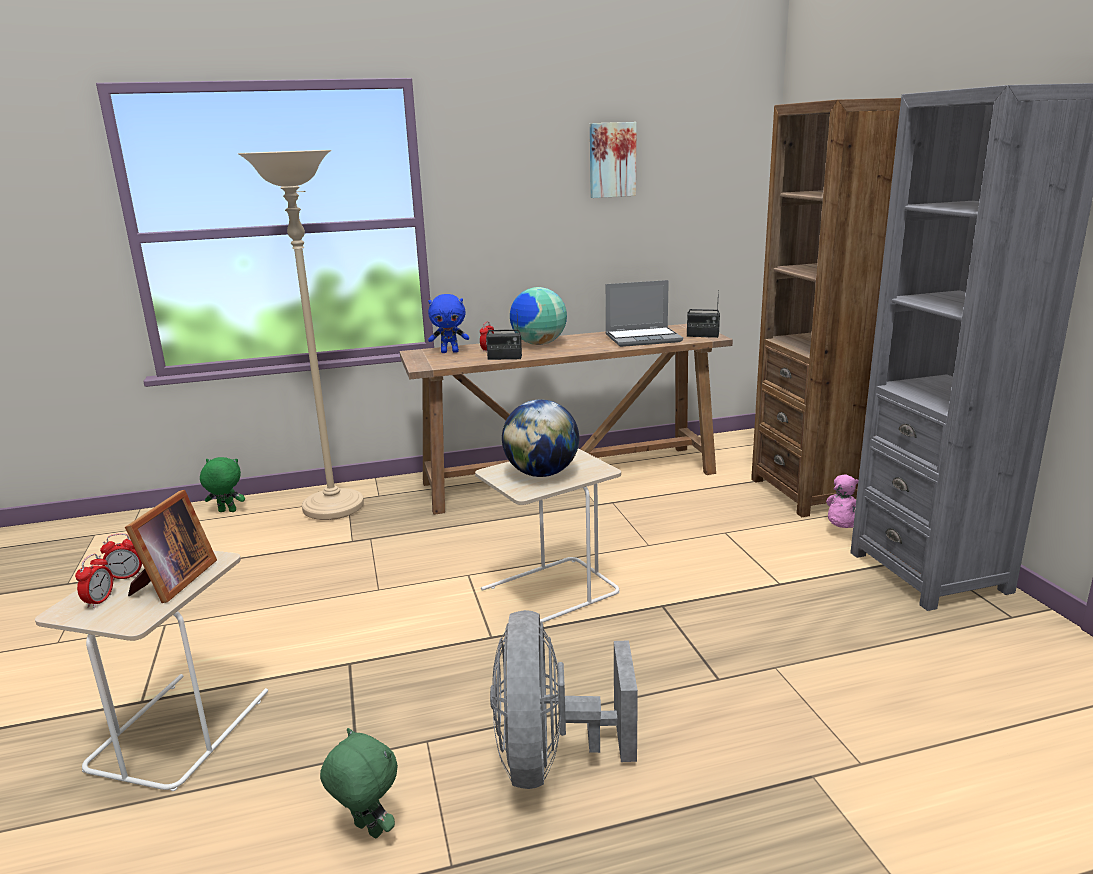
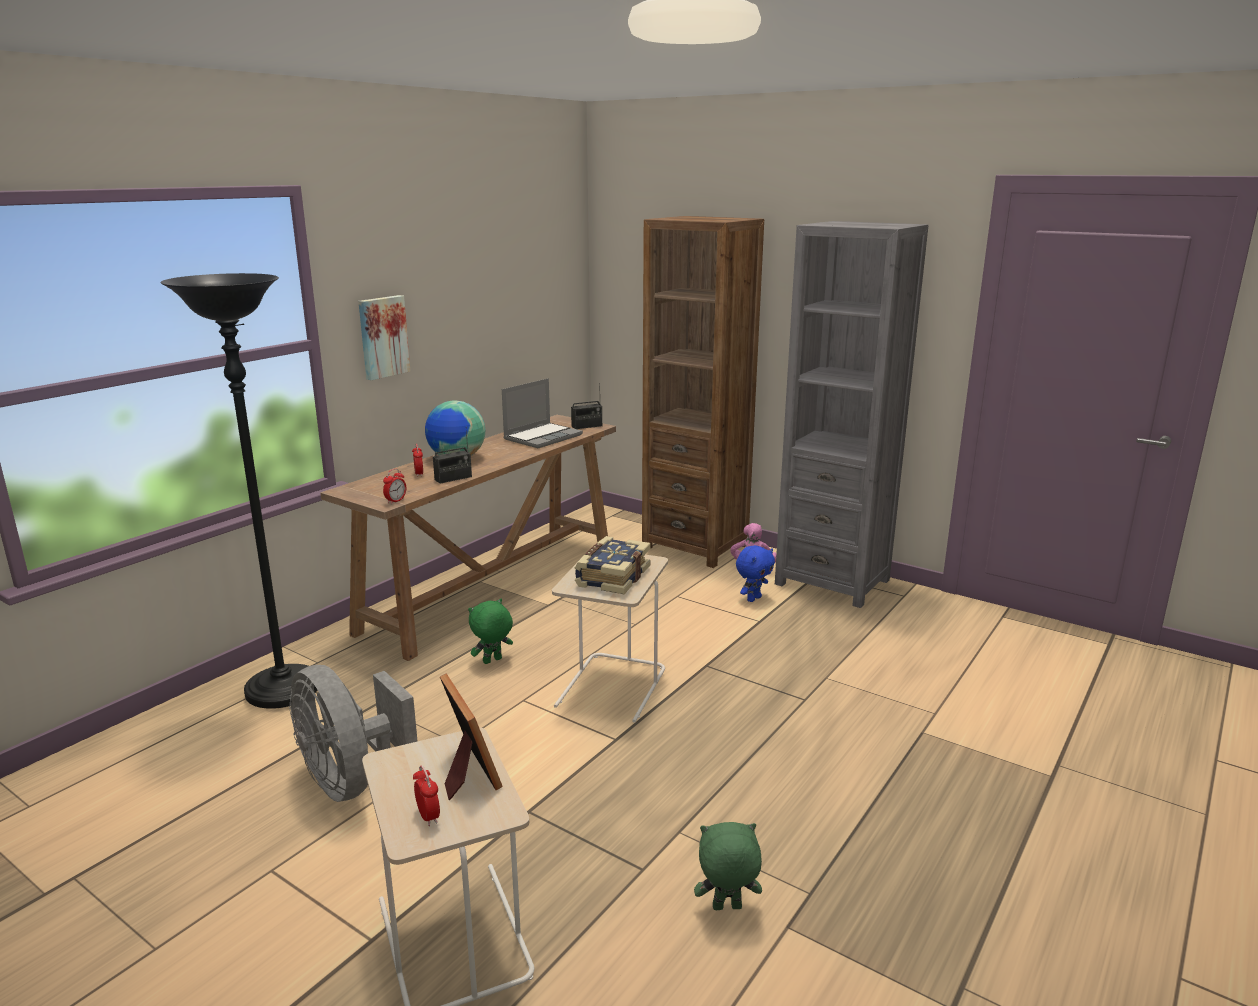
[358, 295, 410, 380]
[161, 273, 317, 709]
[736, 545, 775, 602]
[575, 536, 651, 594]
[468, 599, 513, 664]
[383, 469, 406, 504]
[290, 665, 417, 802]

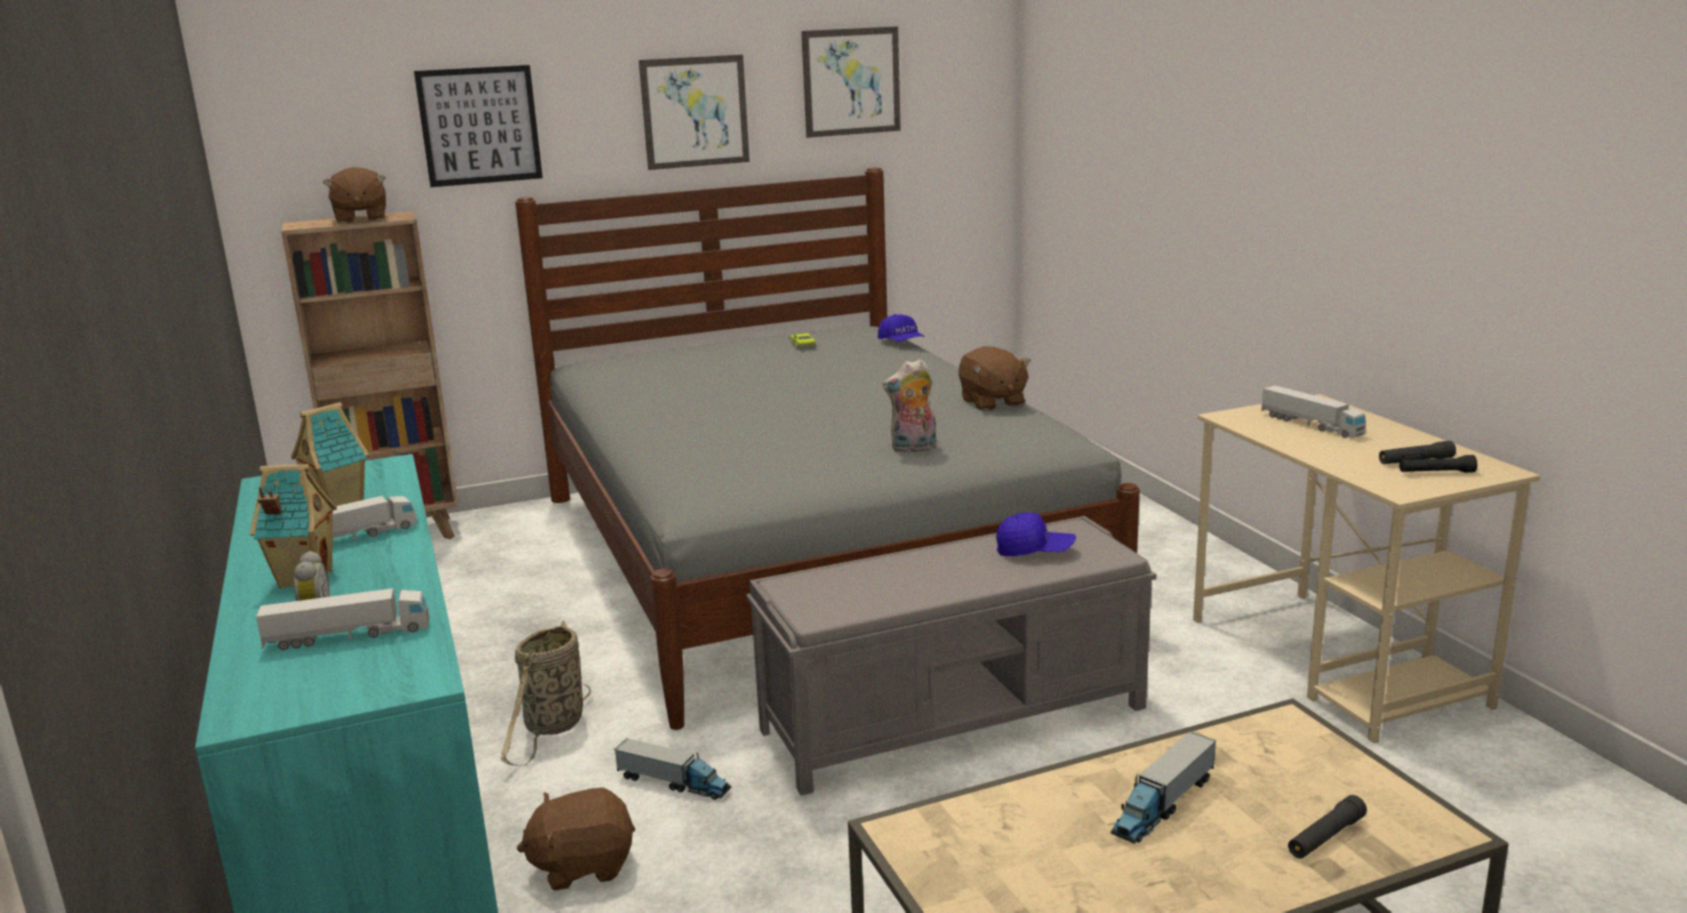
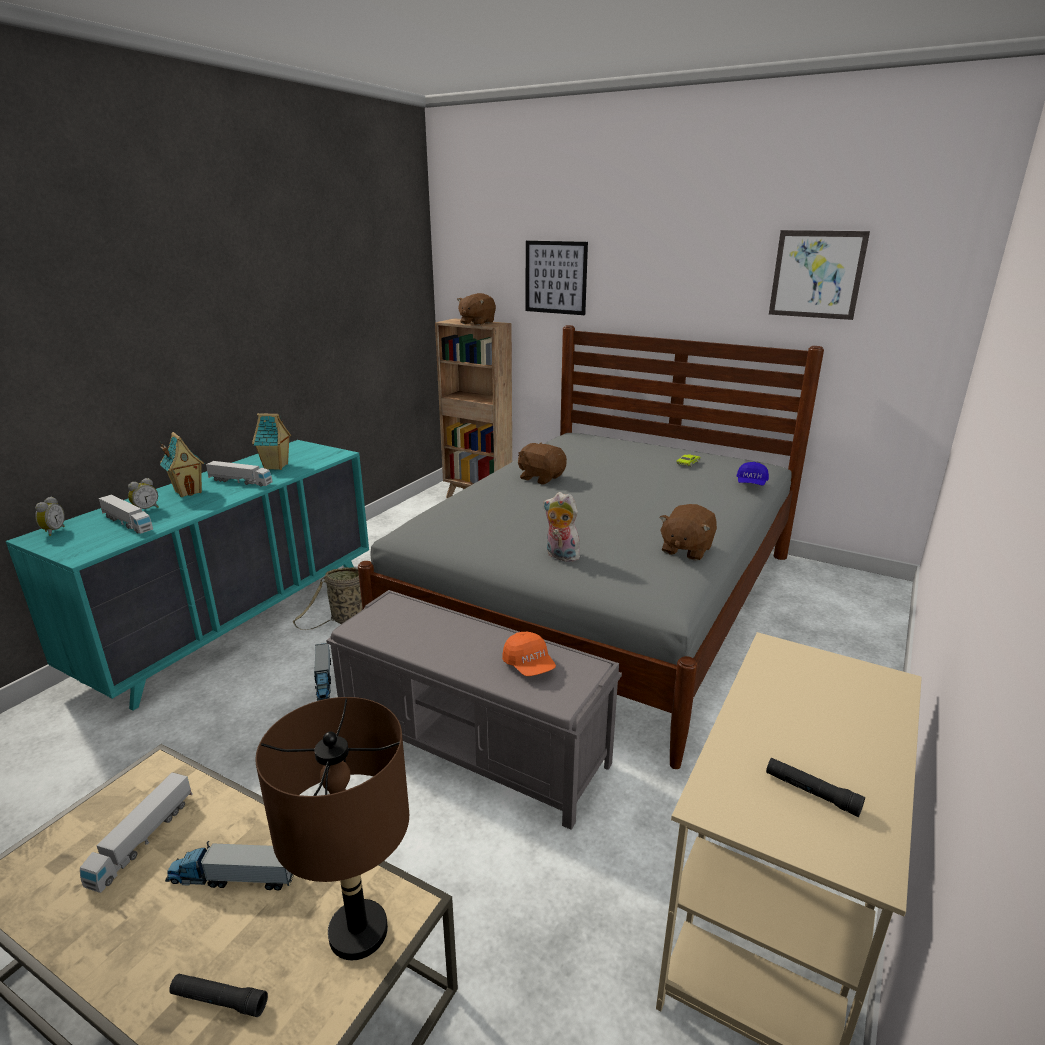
[639, 55, 750, 170] (first image)
[80, 772, 193, 893]
[1399, 455, 1477, 473] (first image)
[502, 631, 556, 676]
[518, 442, 567, 485]
[35, 496, 65, 536]
[255, 697, 409, 960]

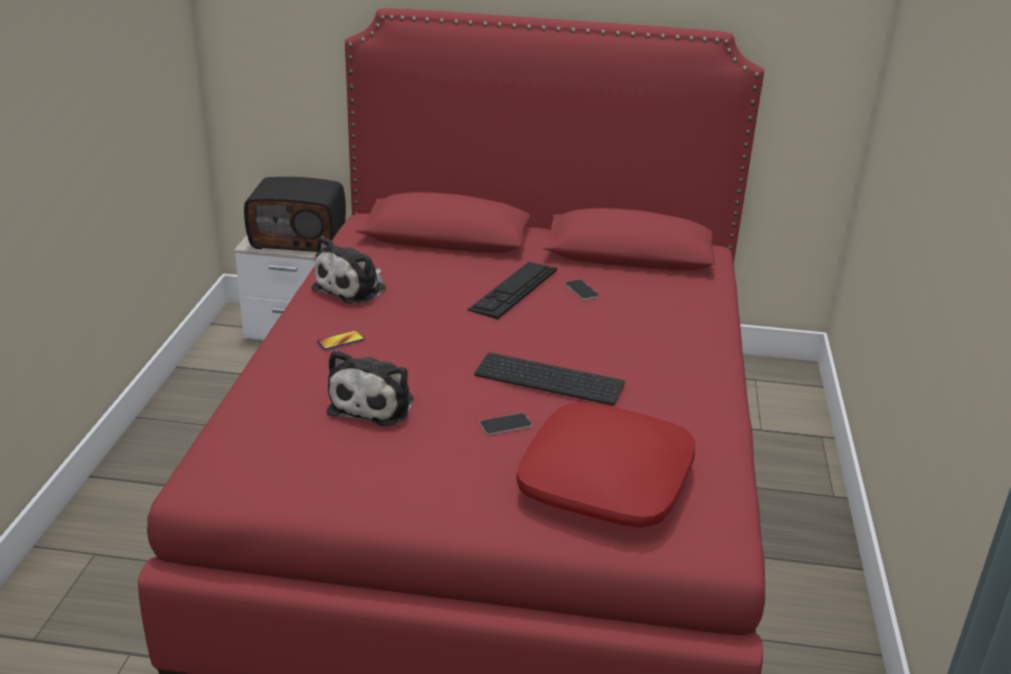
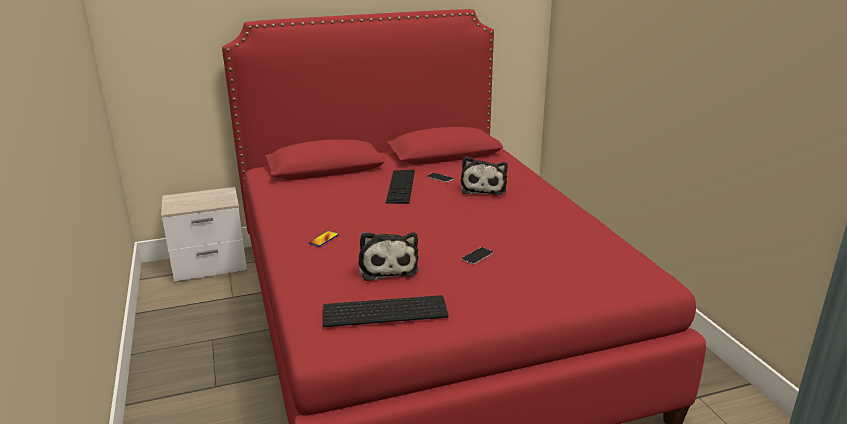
[244, 177, 346, 252] (first image)
[461, 156, 508, 195]
[323, 295, 449, 327]
[516, 402, 695, 528] (first image)

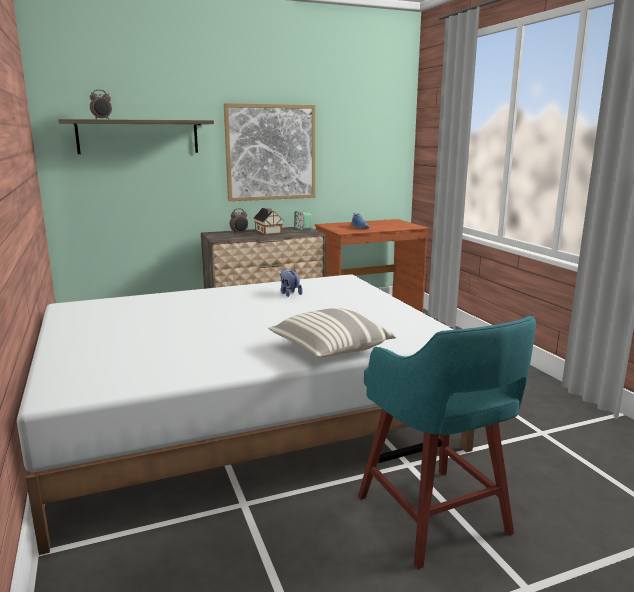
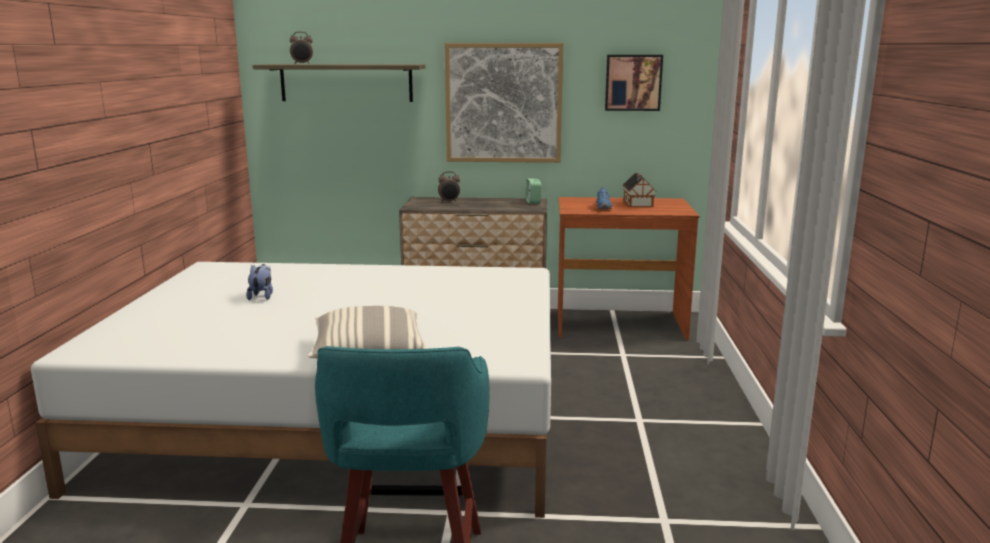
[623, 173, 657, 207]
[246, 264, 273, 300]
[605, 55, 663, 111]

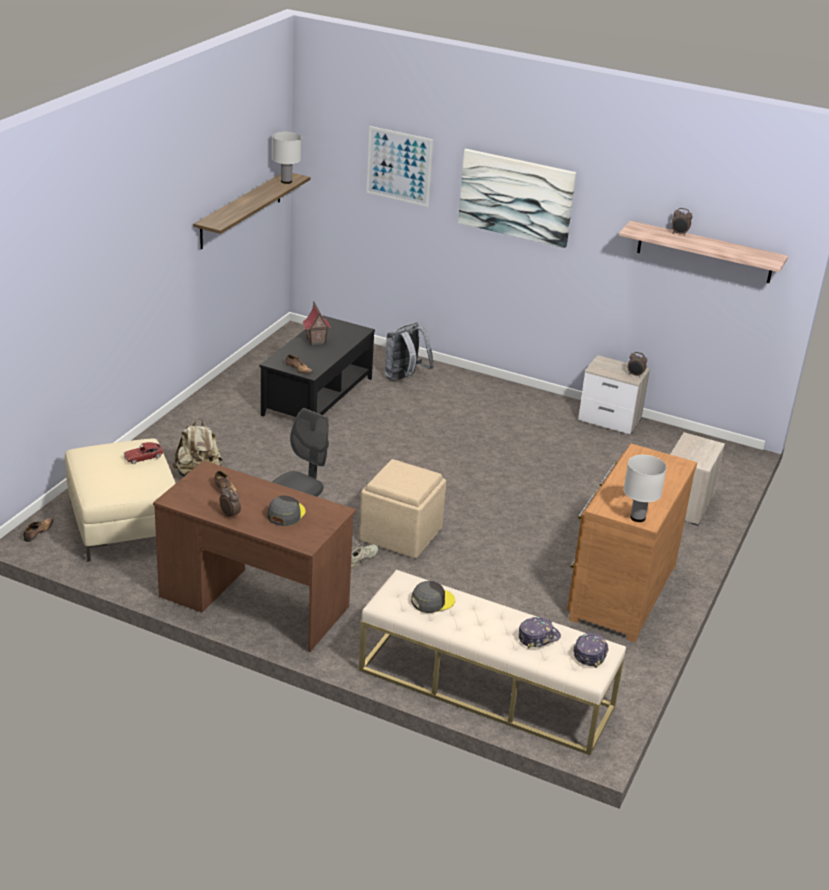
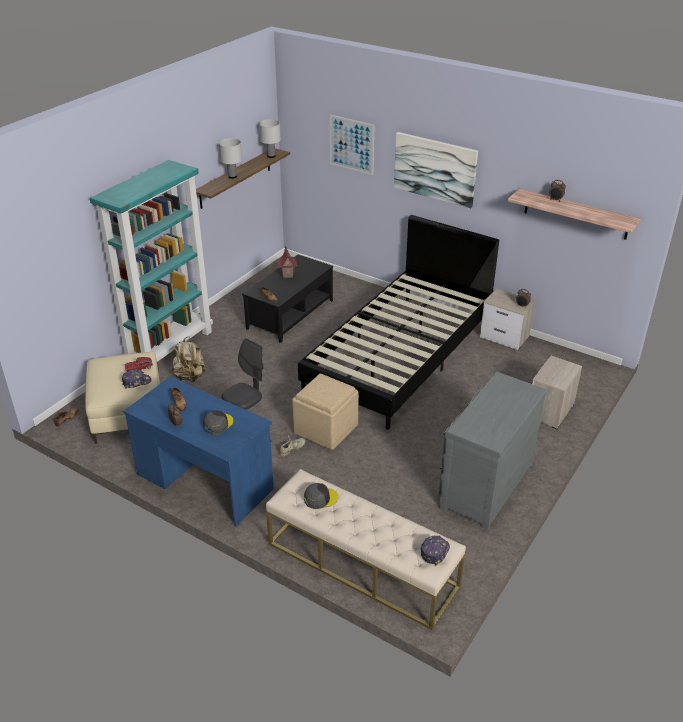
[384, 322, 434, 381] (first image)
[438, 372, 547, 530]
[219, 138, 242, 179]
[123, 376, 274, 526]
[122, 369, 151, 389]
[90, 160, 213, 362]
[298, 215, 499, 430]

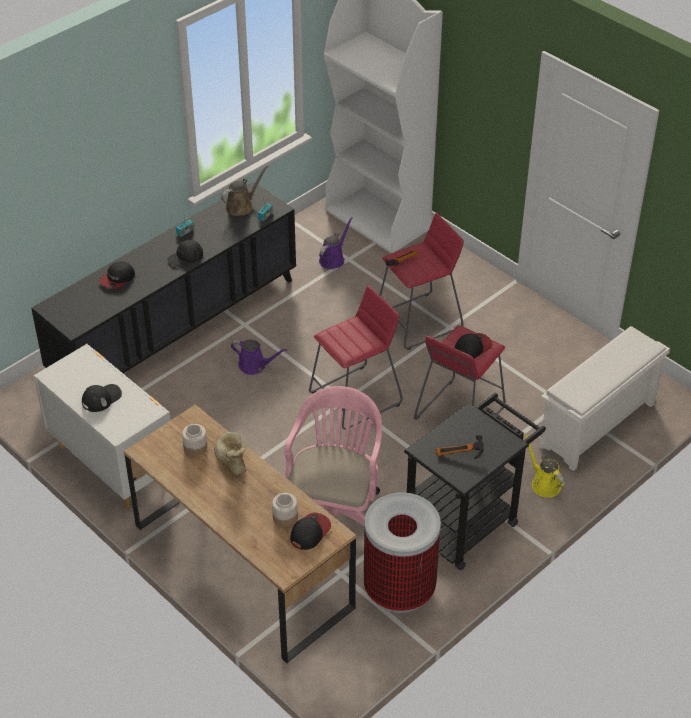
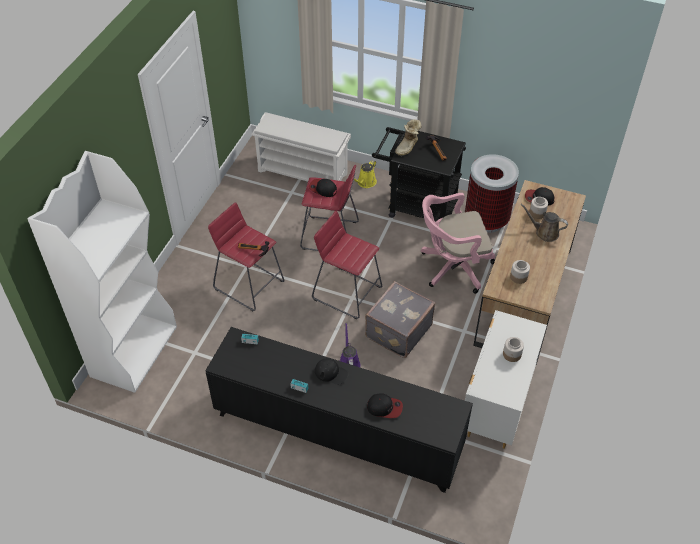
[521, 204, 568, 242]
[319, 217, 353, 269] (first image)
[503, 337, 524, 362]
[395, 119, 422, 156]
[365, 281, 435, 358]

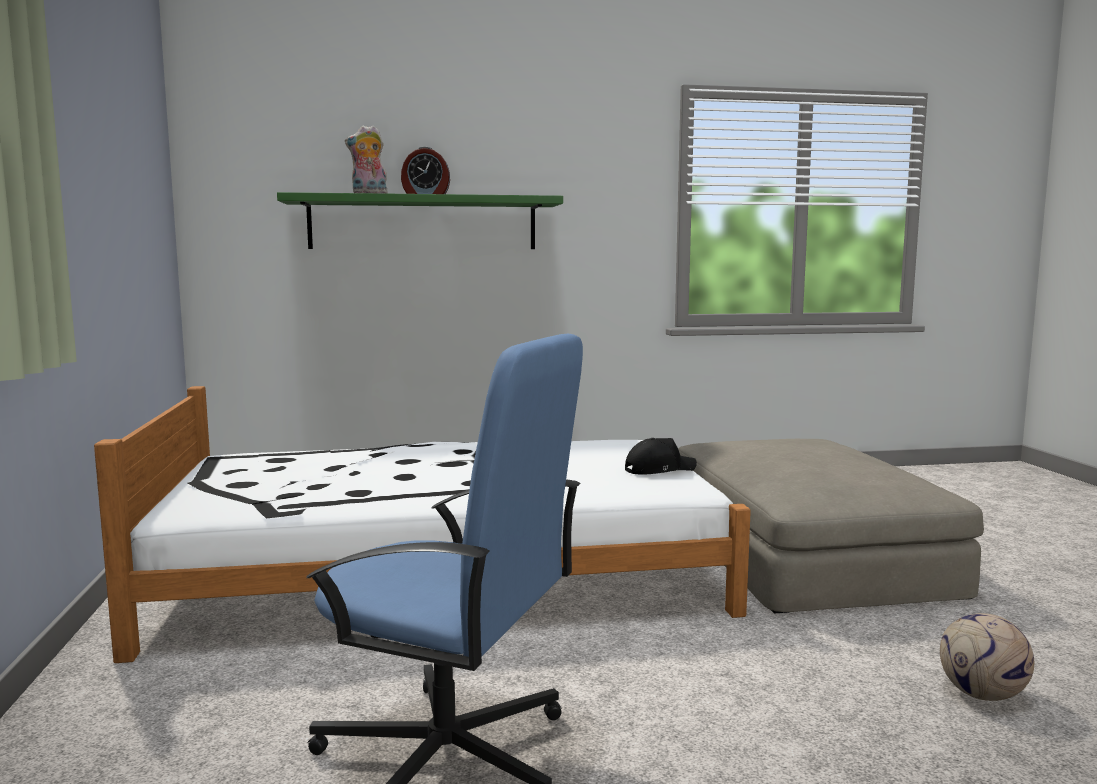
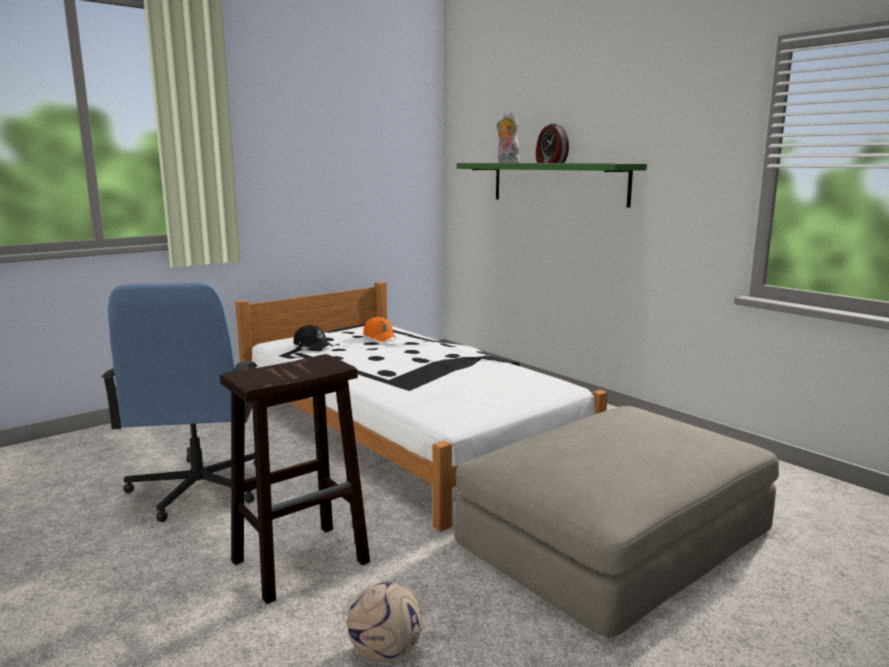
[294, 324, 333, 350]
[363, 316, 396, 342]
[220, 354, 370, 604]

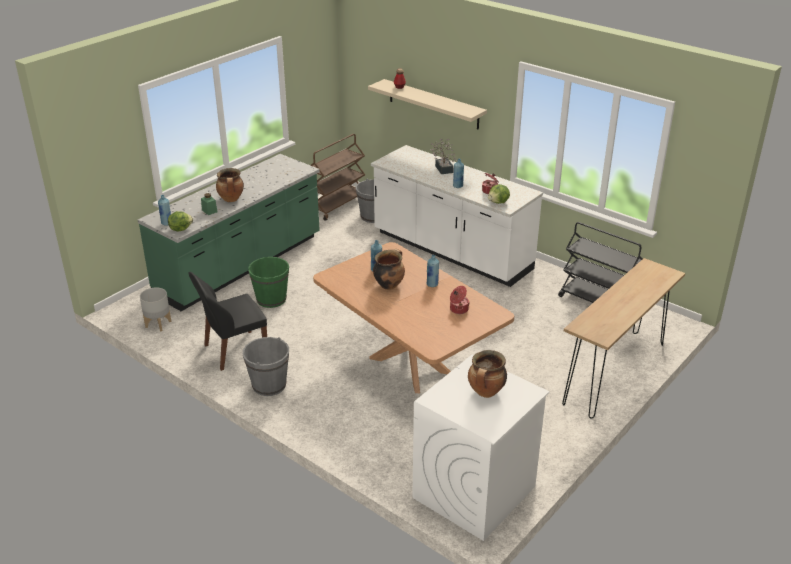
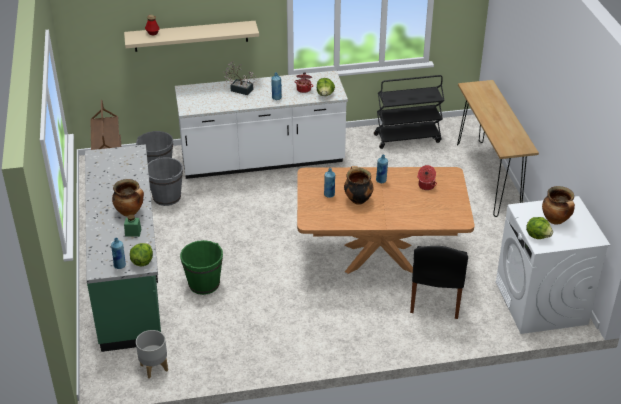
[410, 246, 468, 319]
[148, 157, 183, 206]
[526, 217, 553, 239]

